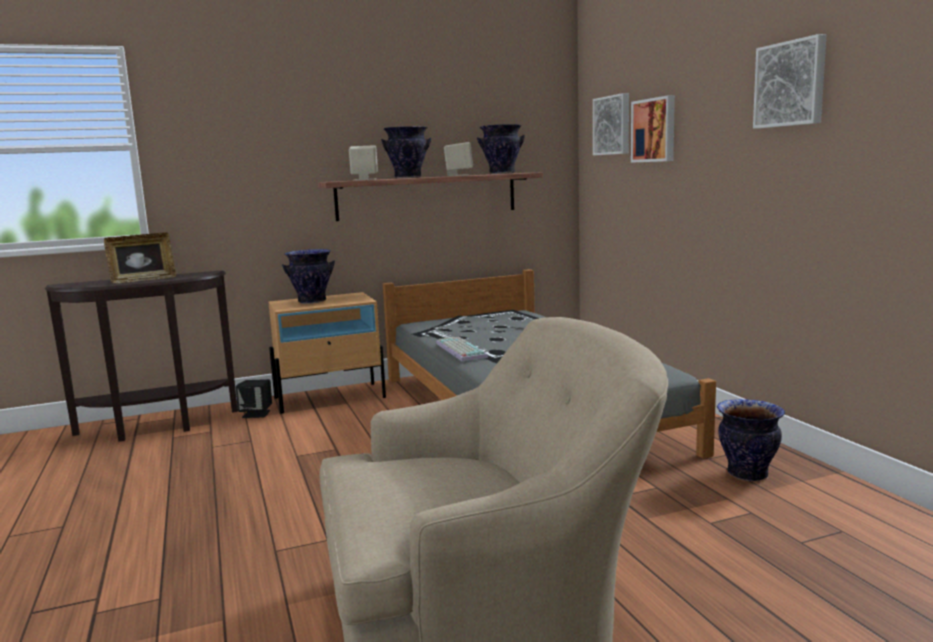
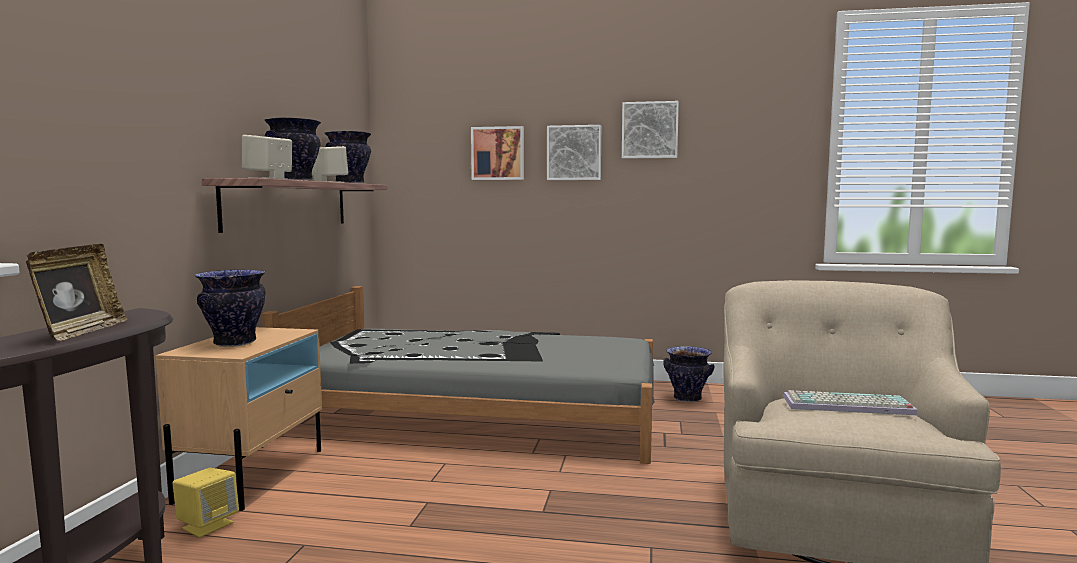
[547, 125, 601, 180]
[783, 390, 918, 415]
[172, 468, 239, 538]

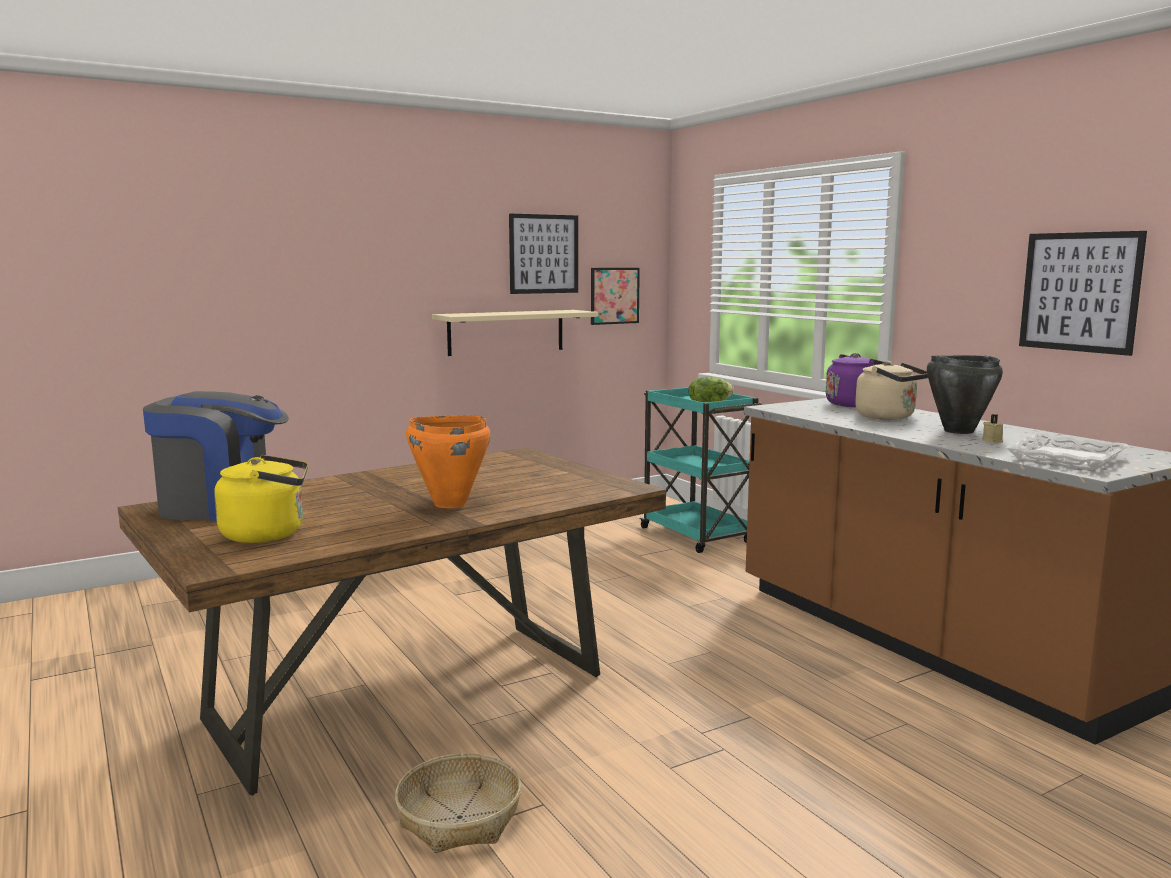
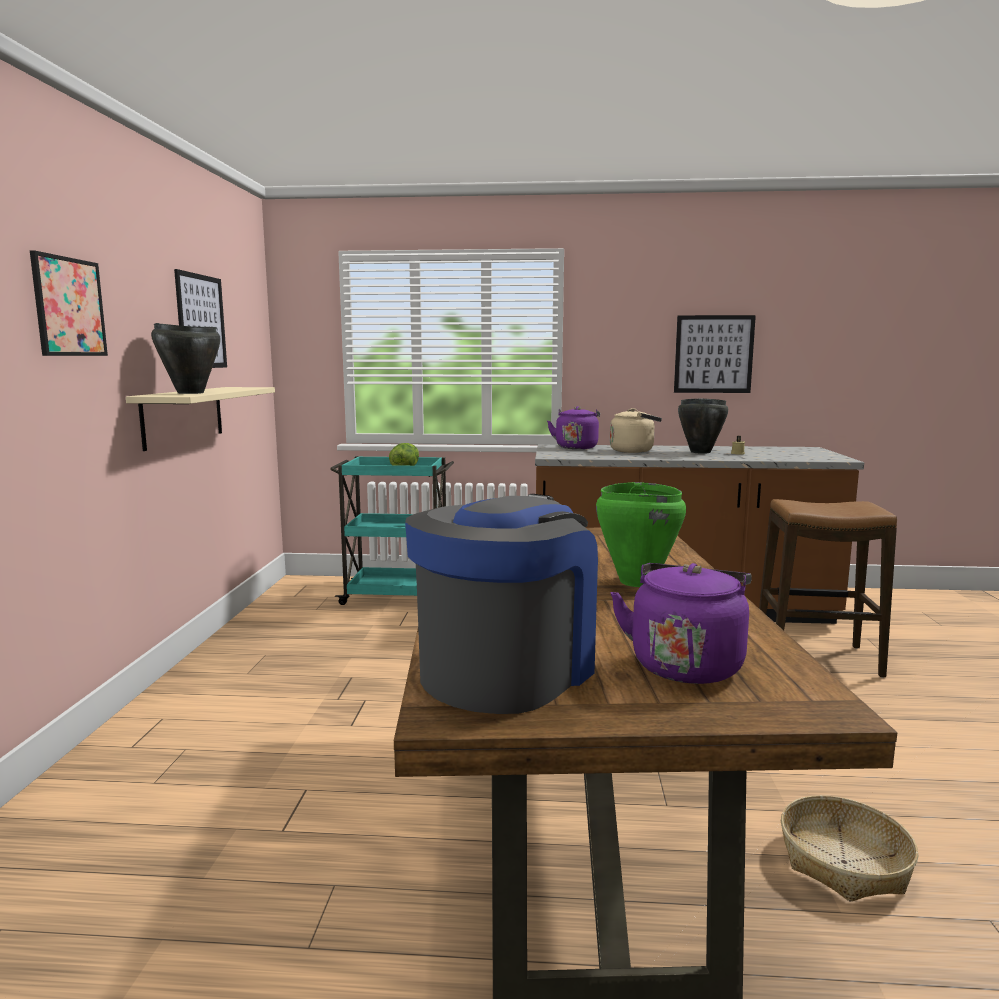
[30, 250, 108, 356]
[596, 482, 686, 587]
[1005, 433, 1129, 470] (first image)
[611, 563, 752, 684]
[151, 323, 221, 394]
[759, 499, 897, 678]

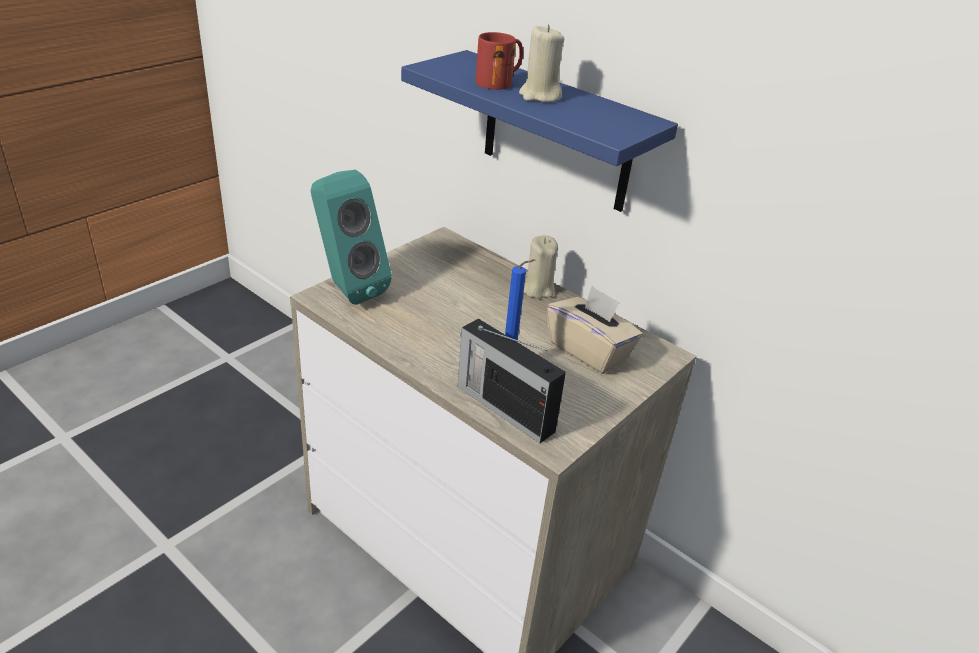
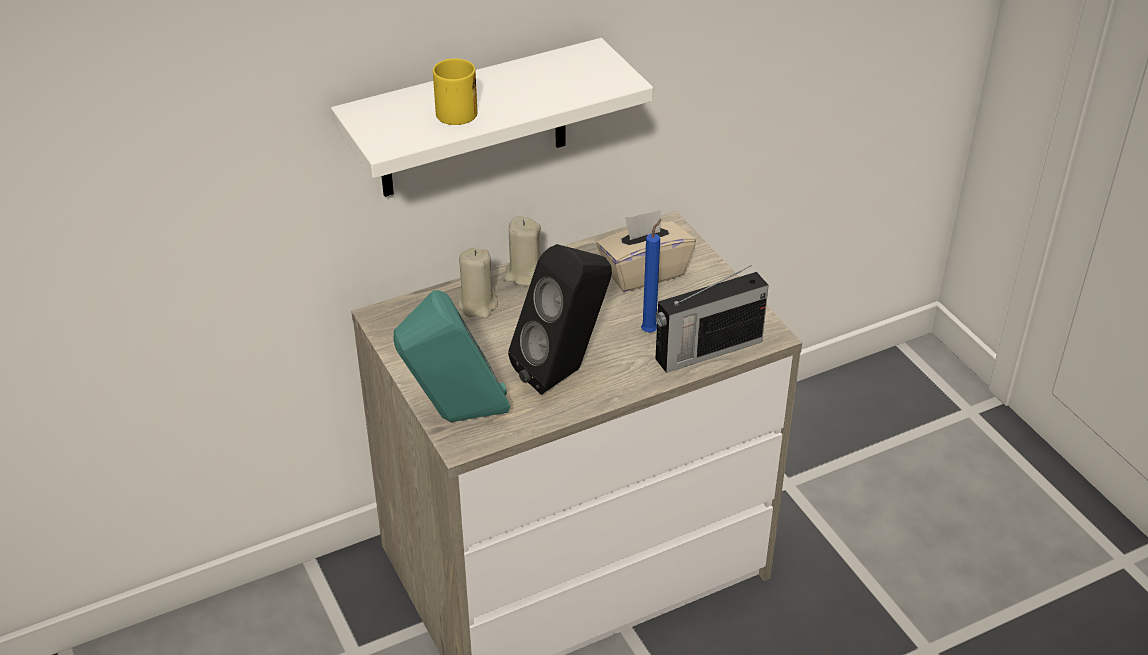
[458, 248, 498, 318]
[433, 58, 477, 125]
[331, 38, 653, 197]
[508, 244, 612, 394]

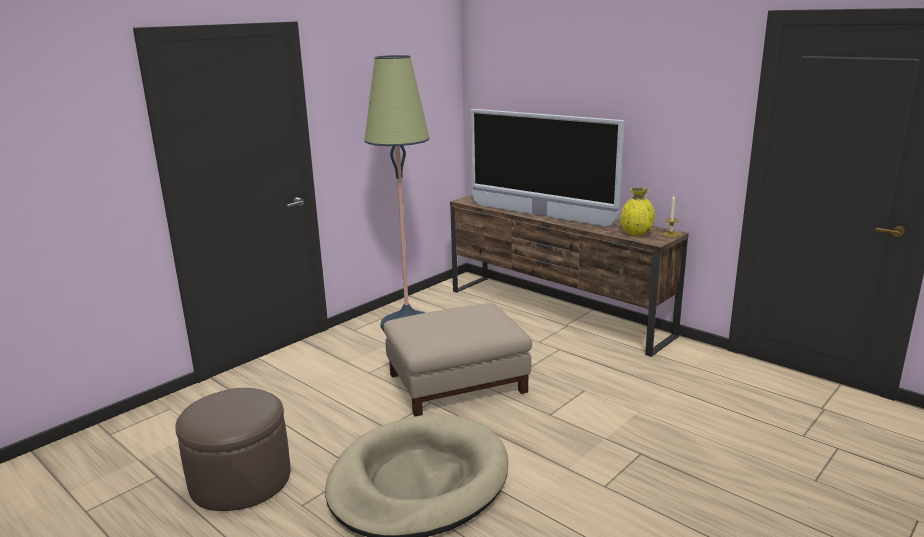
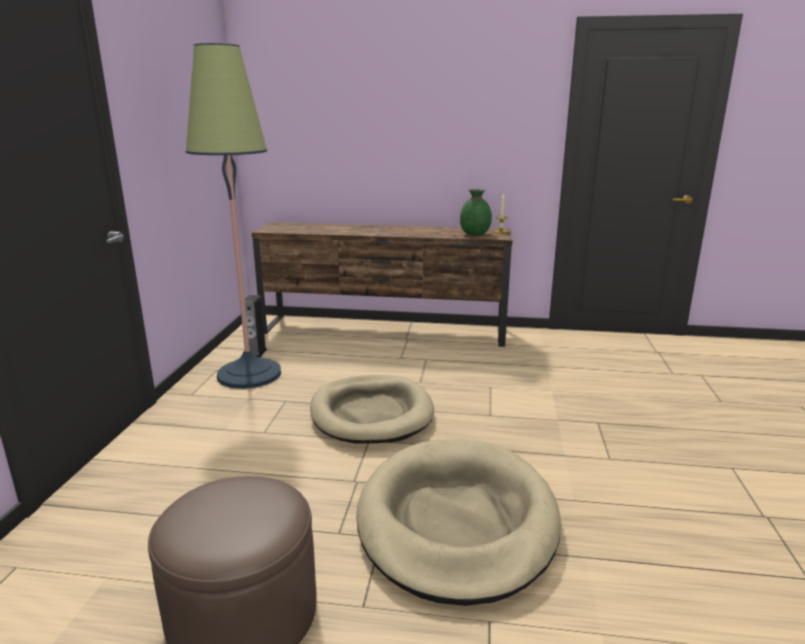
[471, 109, 624, 227] (first image)
[460, 189, 492, 235]
[310, 375, 434, 444]
[245, 295, 267, 357]

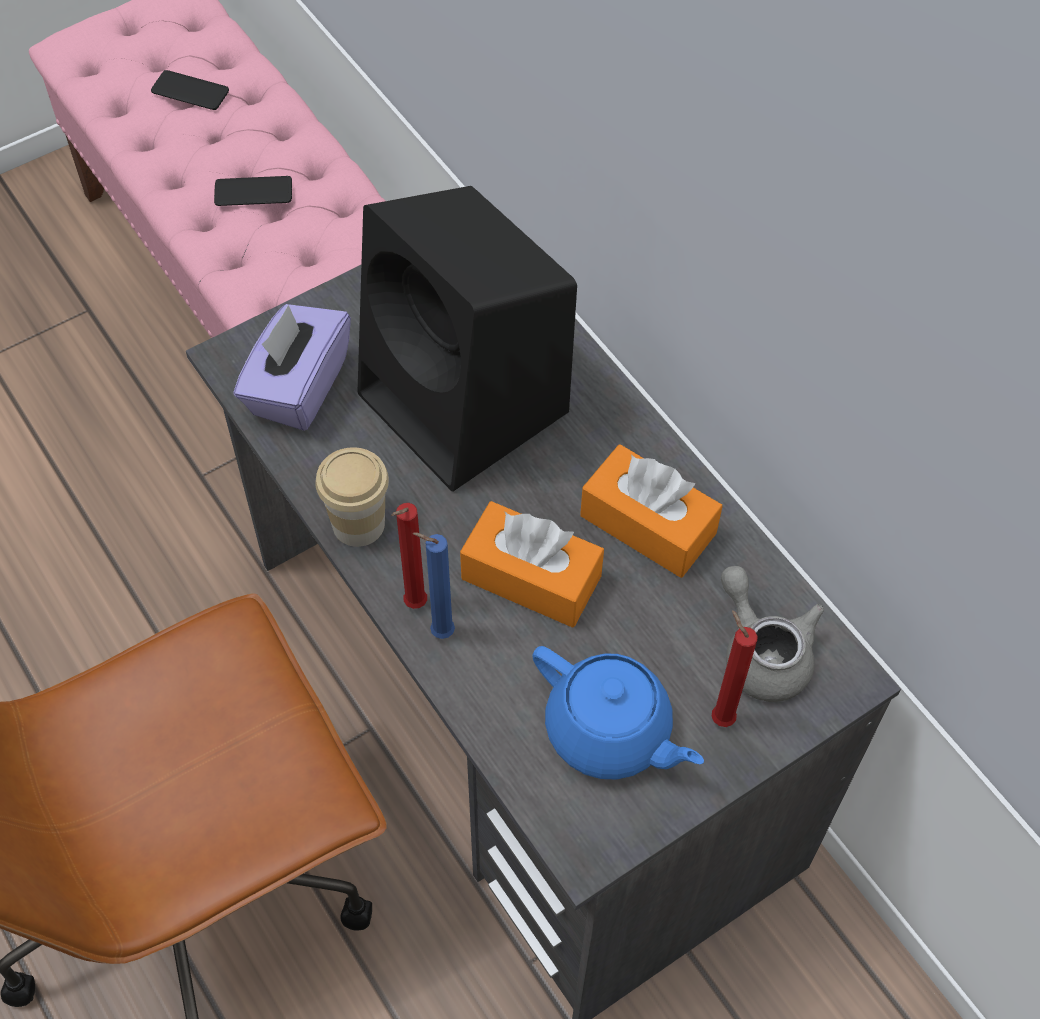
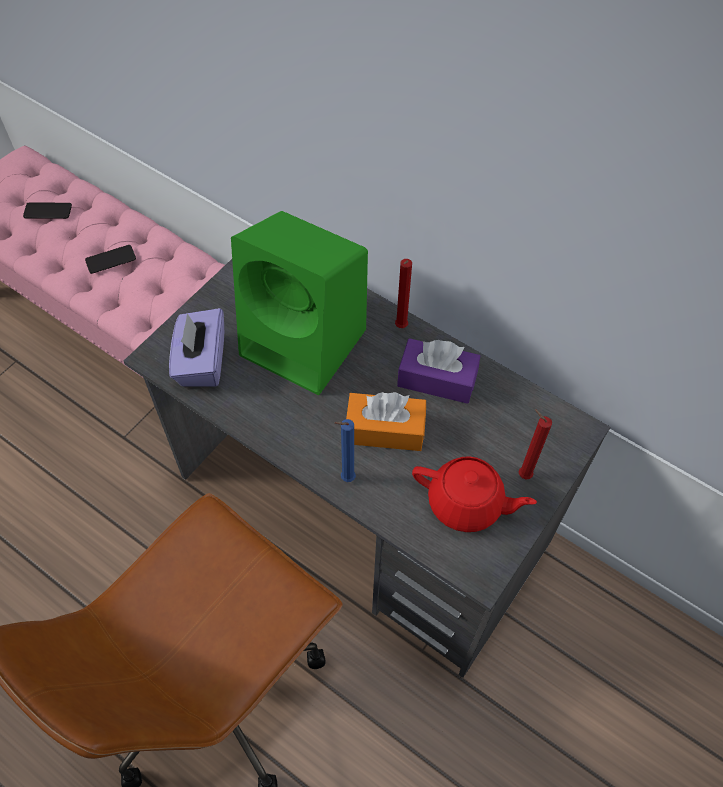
[231, 211, 368, 395]
[397, 338, 480, 404]
[315, 447, 389, 547] (first image)
[395, 259, 412, 328]
[721, 566, 824, 702] (first image)
[412, 456, 537, 532]

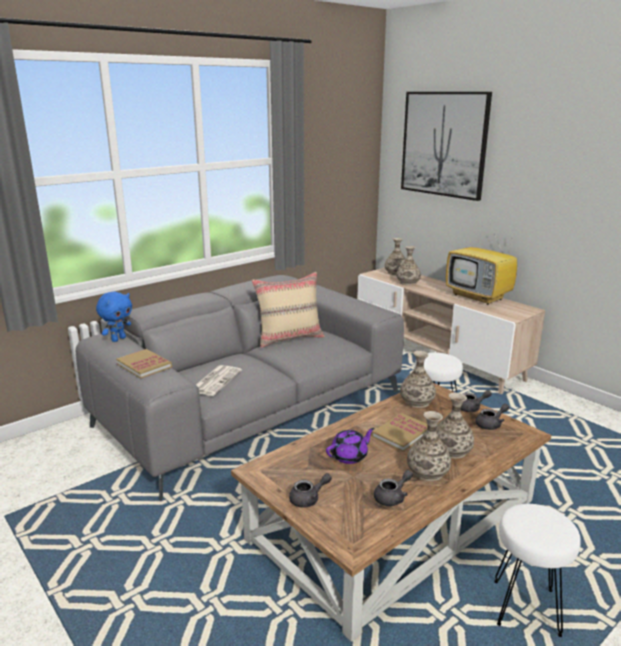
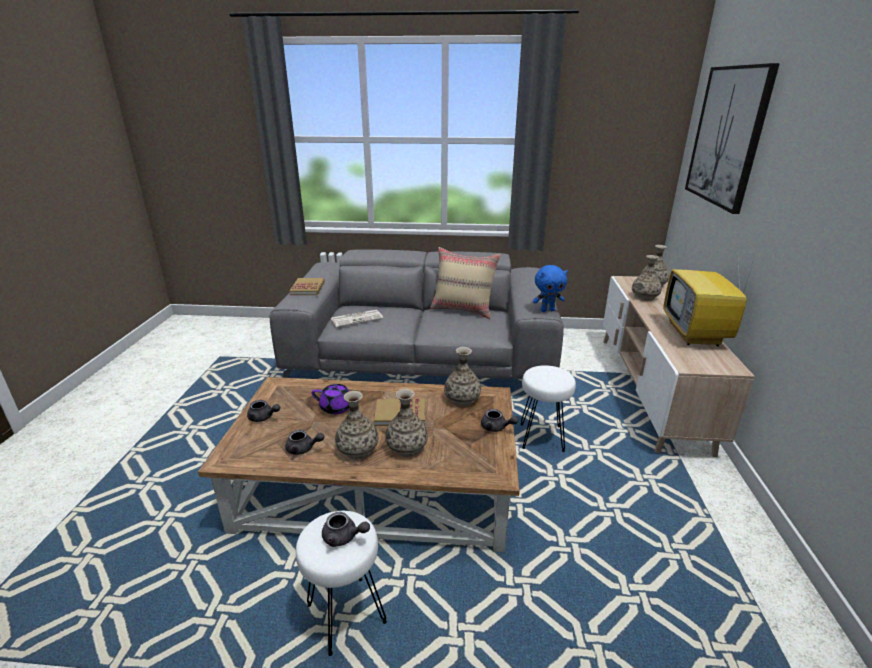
[533, 265, 568, 312]
[322, 512, 370, 547]

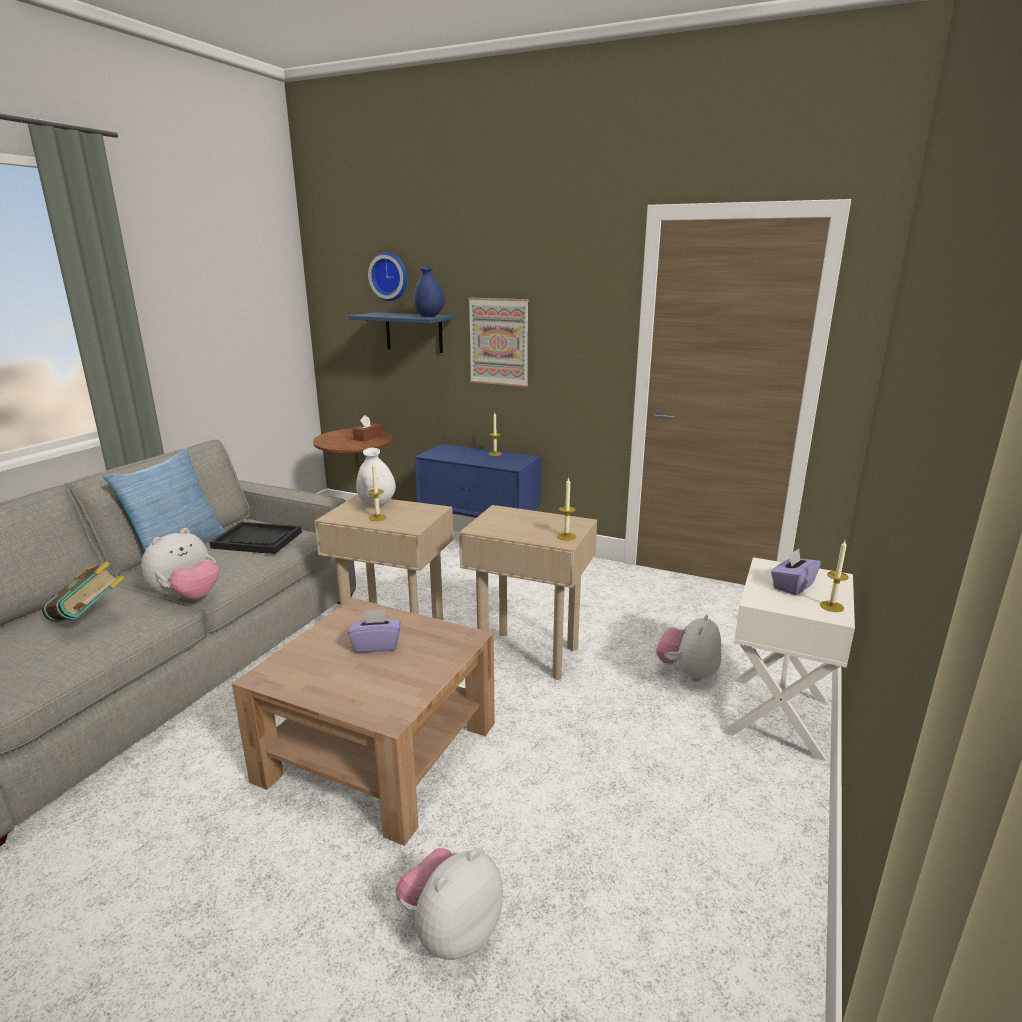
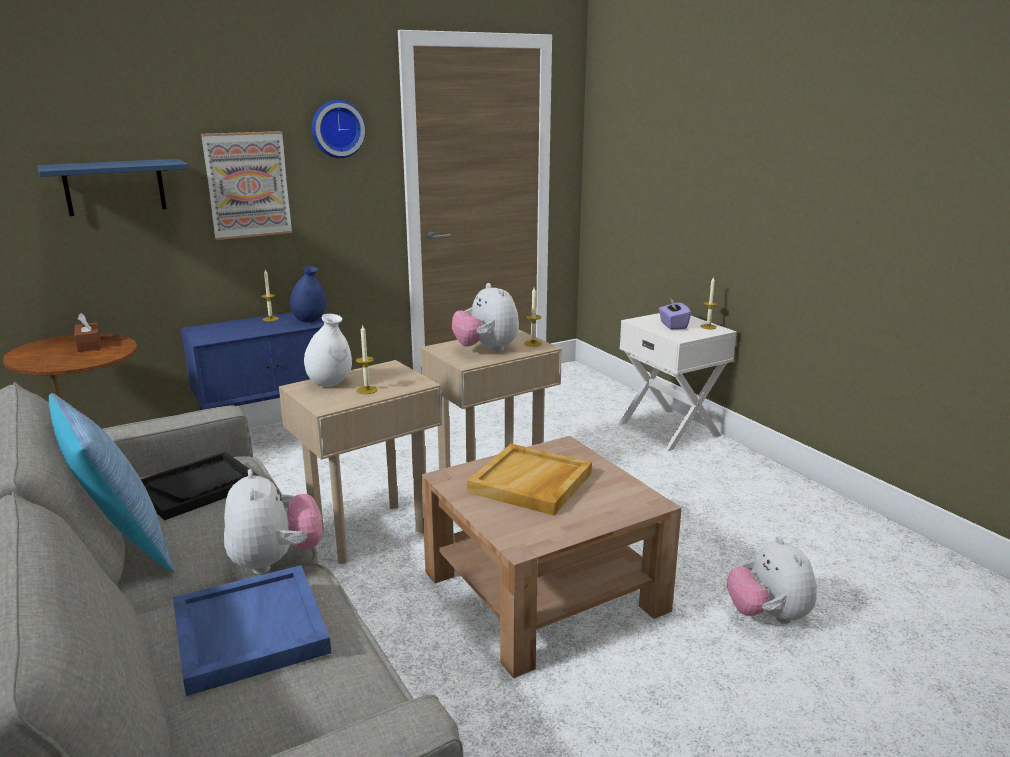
[312, 100, 366, 158]
[290, 266, 327, 322]
[173, 565, 331, 696]
[467, 444, 592, 516]
[452, 283, 519, 352]

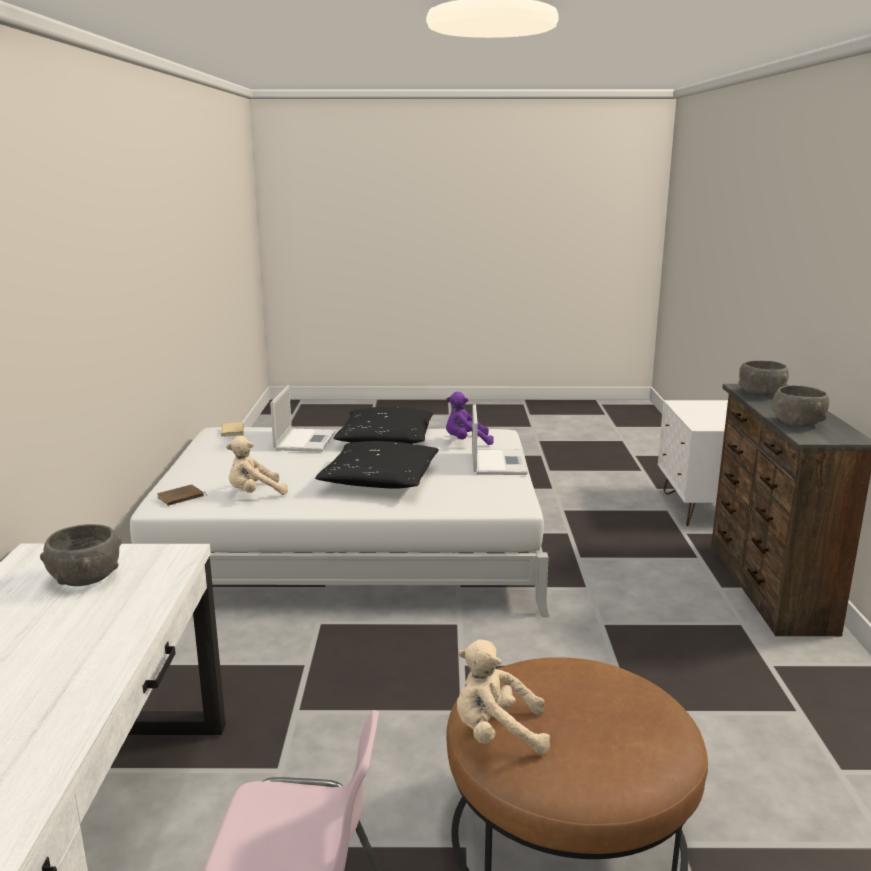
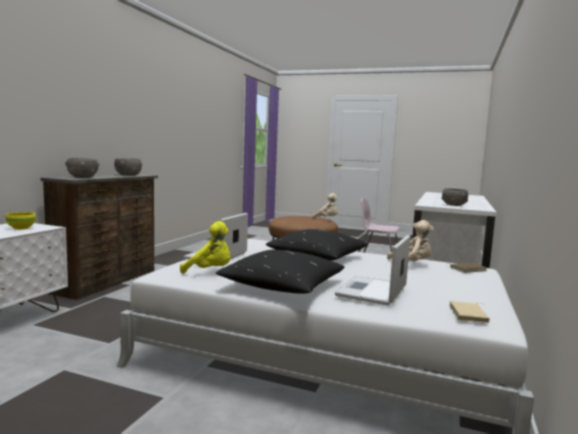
[180, 221, 230, 274]
[6, 212, 36, 230]

